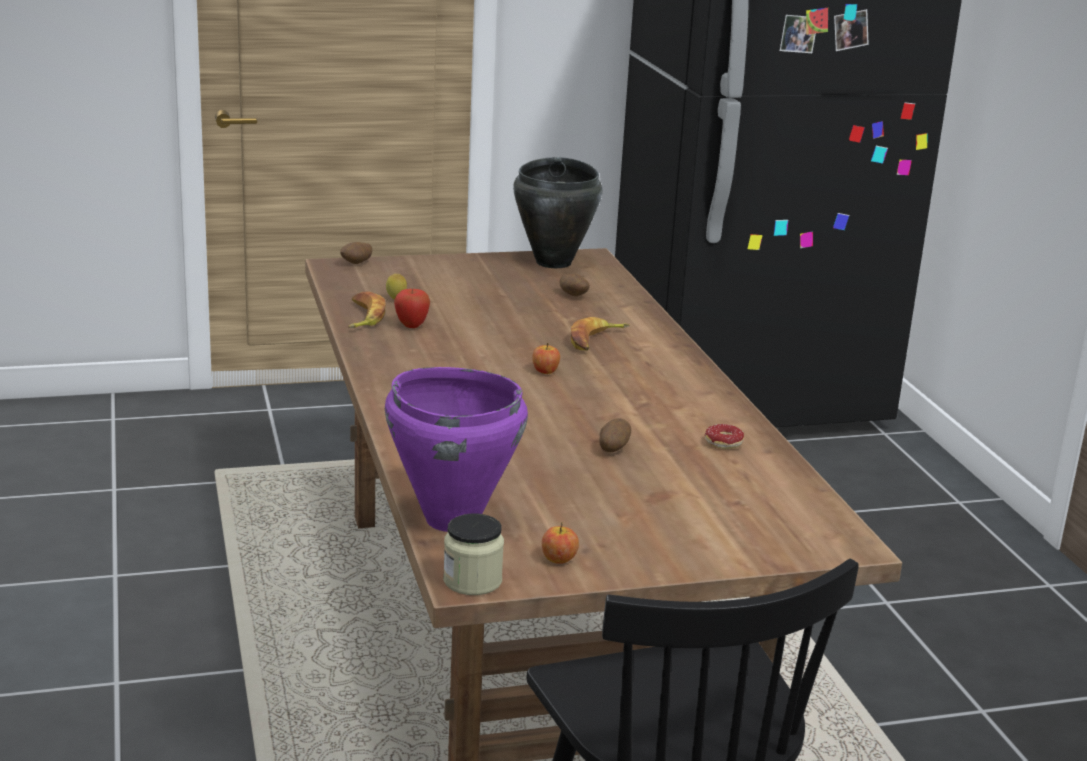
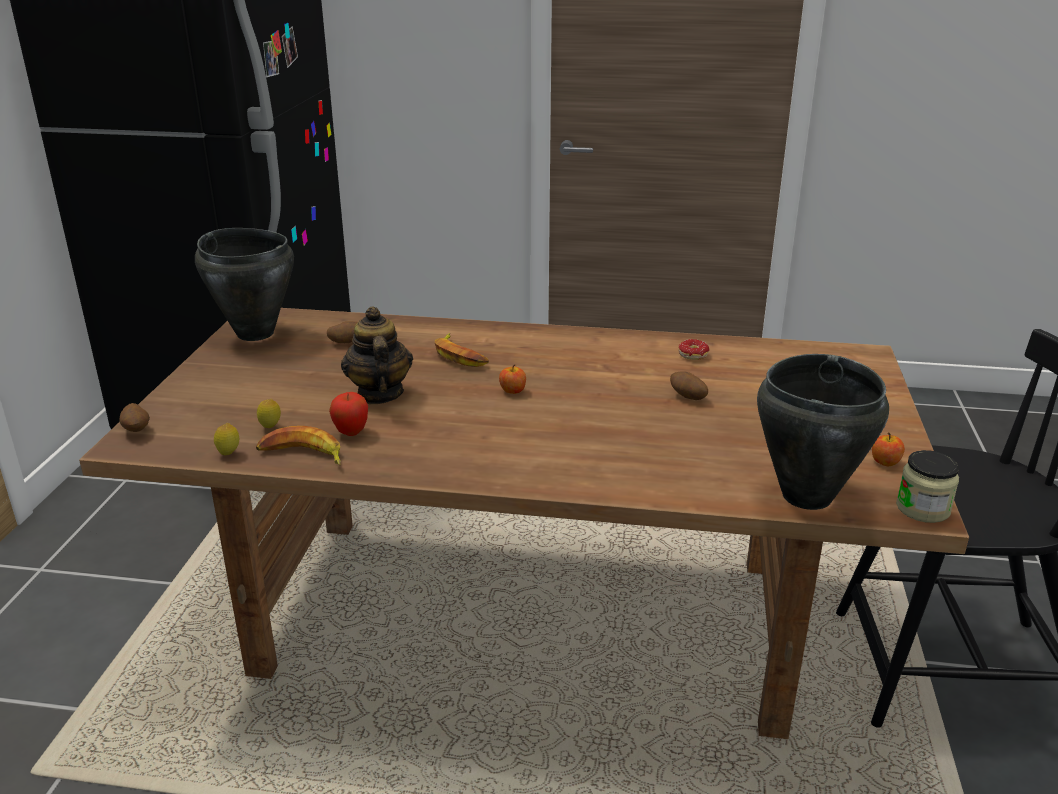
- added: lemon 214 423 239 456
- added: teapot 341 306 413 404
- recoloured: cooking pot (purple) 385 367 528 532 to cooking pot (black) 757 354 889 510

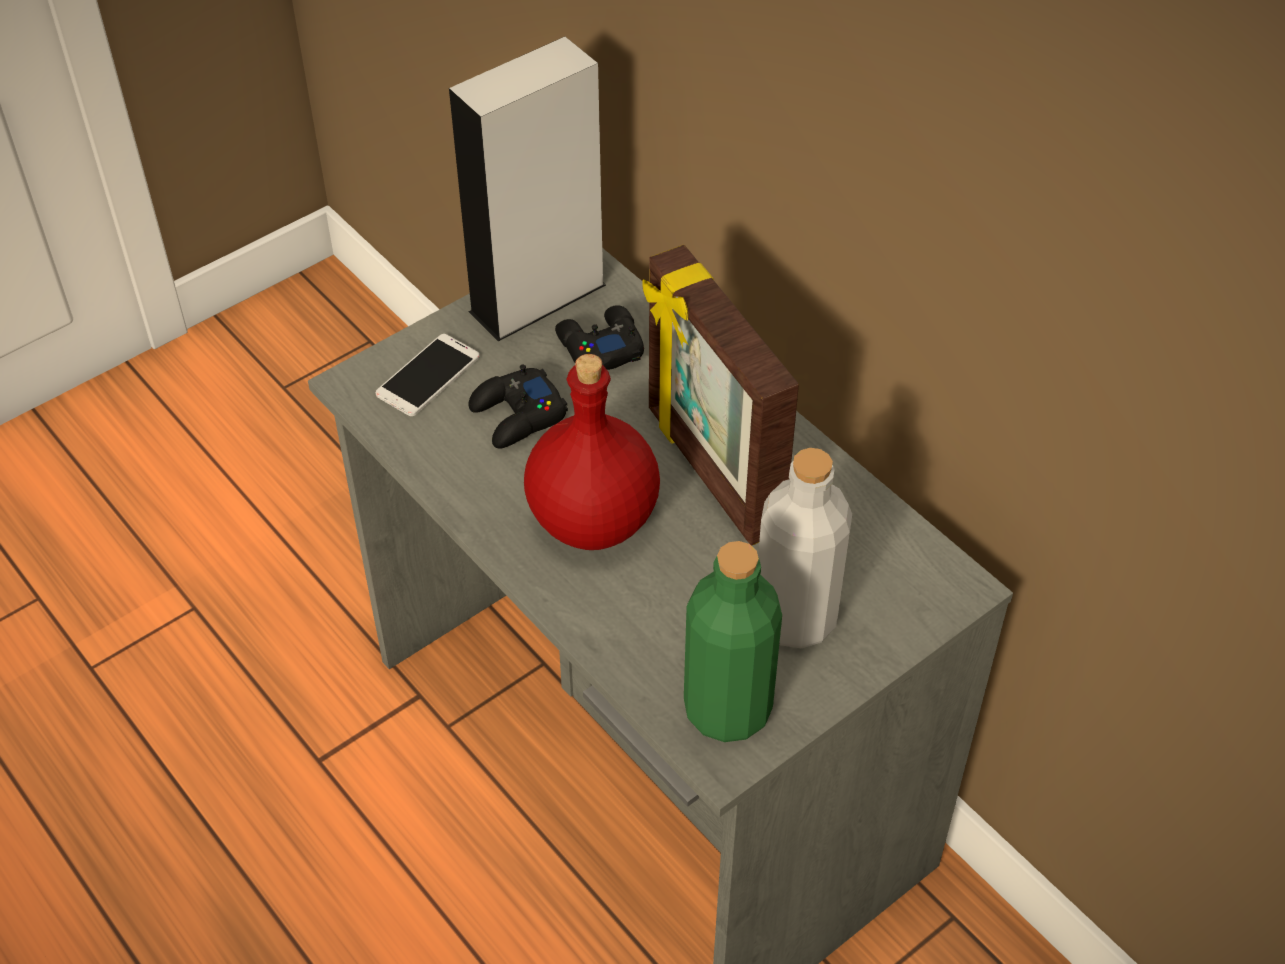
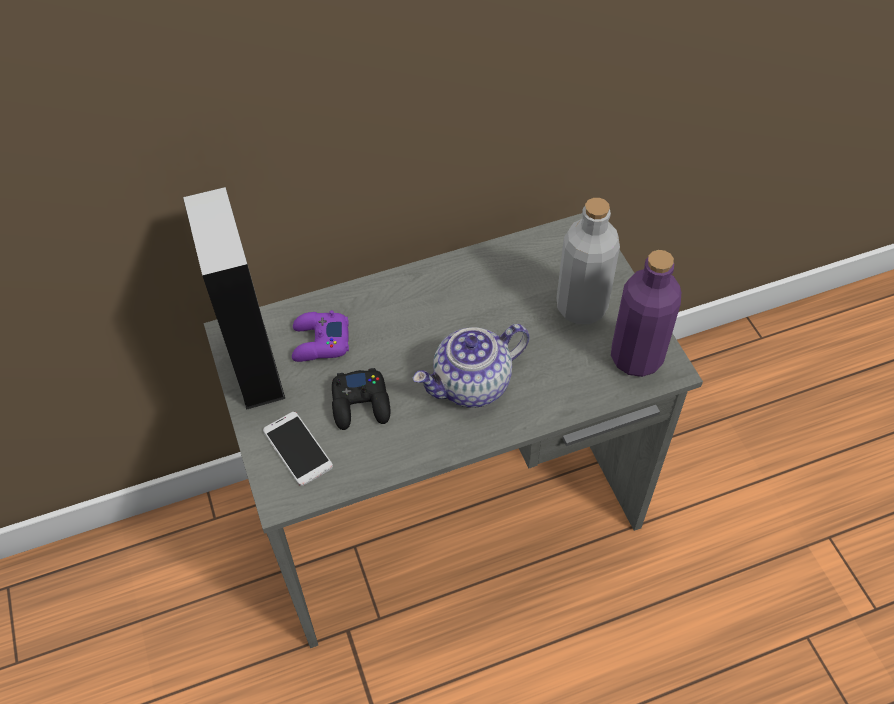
- recoloured: game controller (black) 555 305 644 370 to game controller (purple) 292 310 349 362
- replaced: bottle (red) 524 354 660 550 to teapot 412 324 530 408
- recoloured: bottle (green) 684 541 782 742 to bottle (purple) 611 250 681 377
- removed: picture frame 643 245 799 546

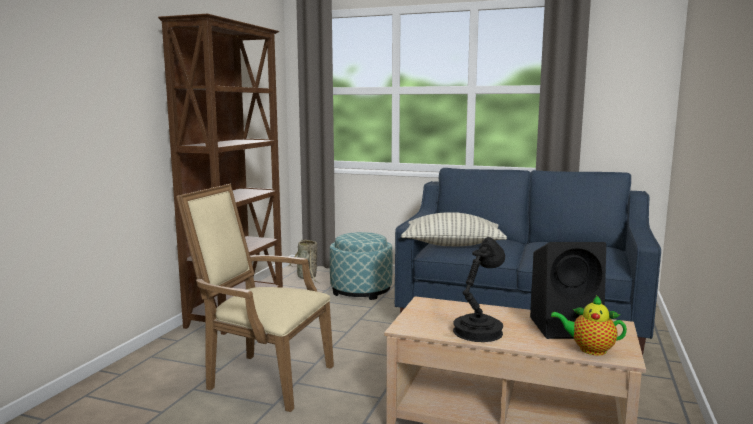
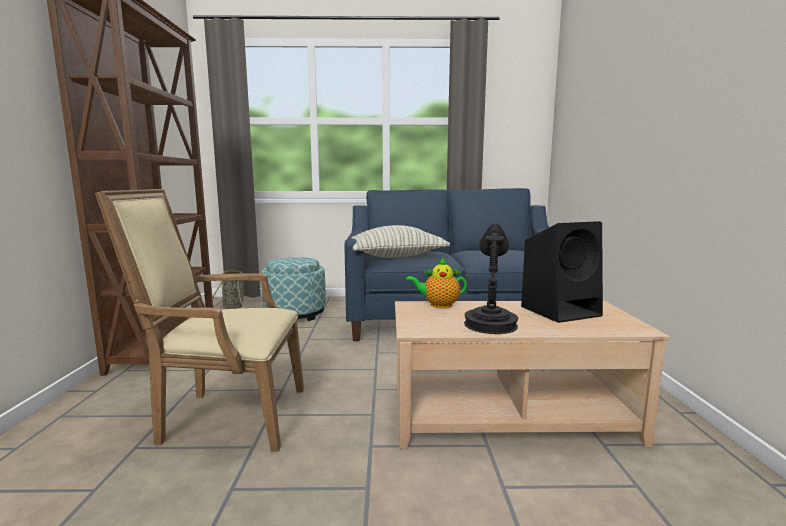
- moved: teapot 551 295 627 356 to 406 258 467 309

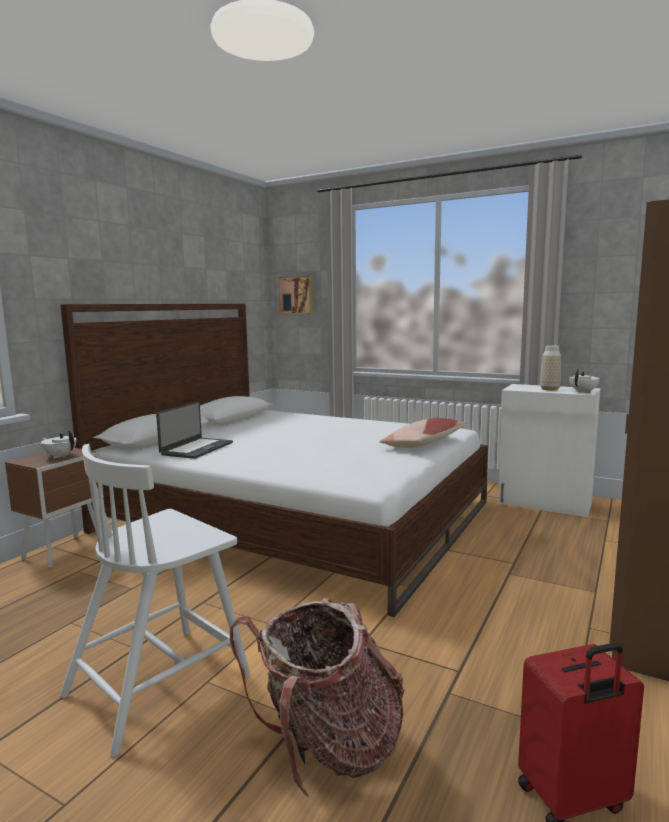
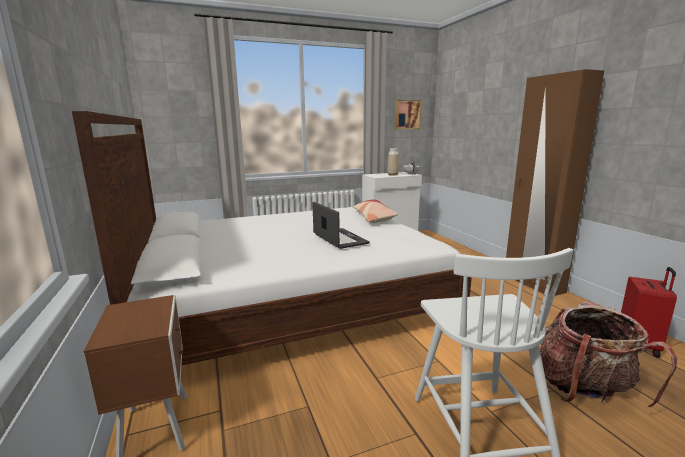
- moved: laptop 156 402 233 459 to 312 202 370 249
- moved: picture 278 275 313 315 to 394 100 422 130
- removed: teapot (white) 41 430 76 459

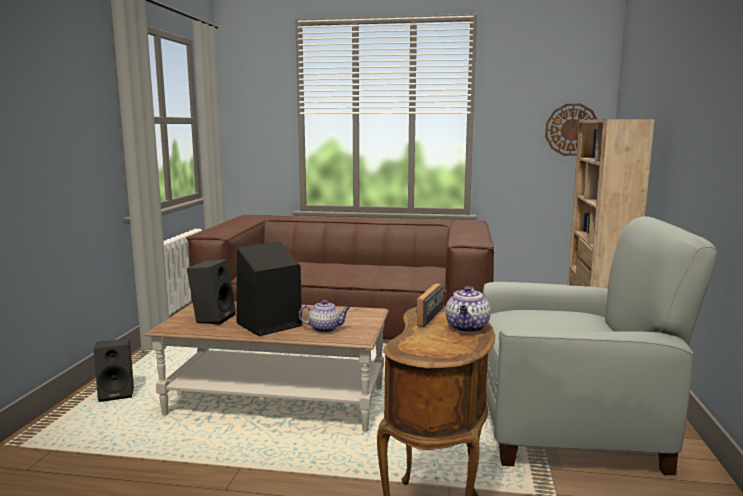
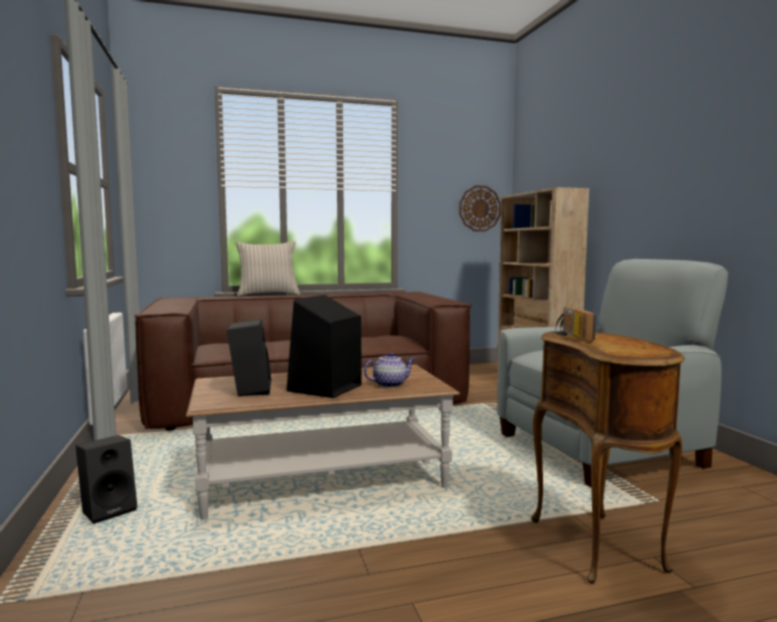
- added: pillow (beige) 235 241 300 296
- removed: teapot 445 286 491 333

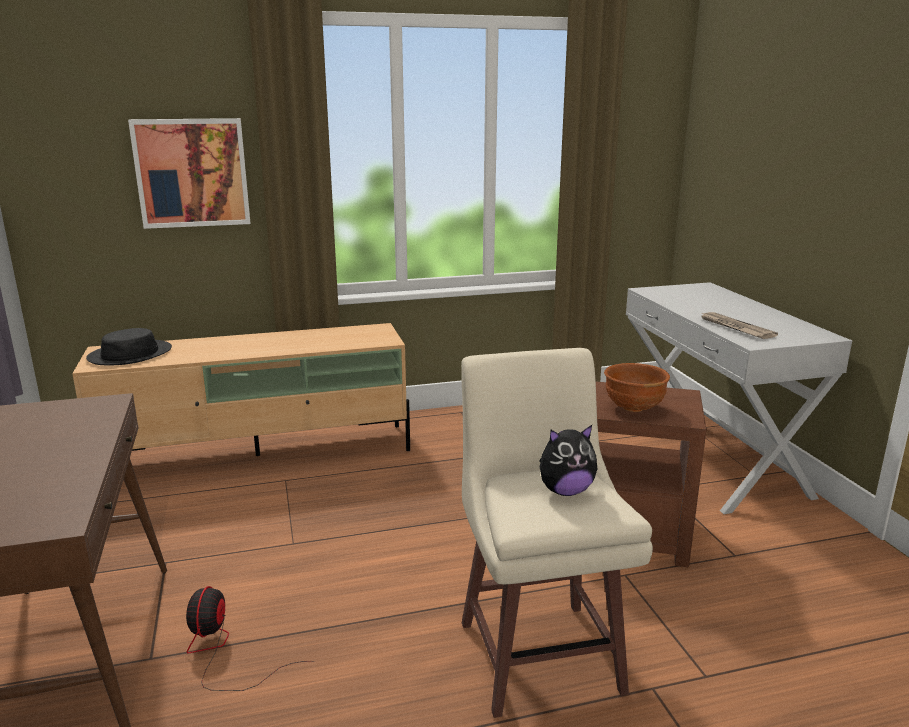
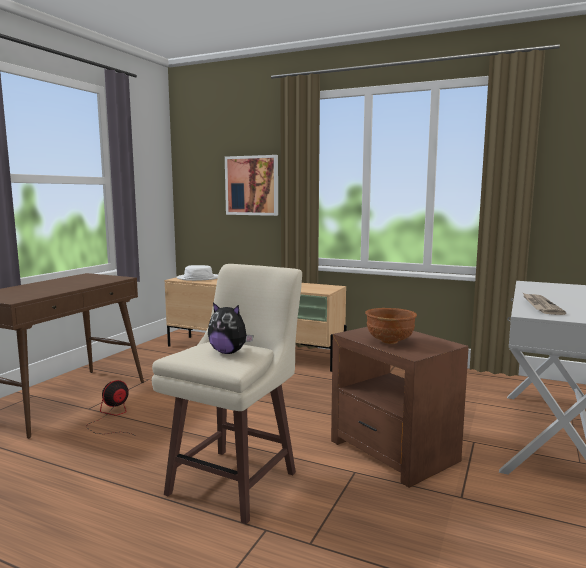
- recoloured: hat (black) 86 328 172 365 to hat (white) 176 265 218 281

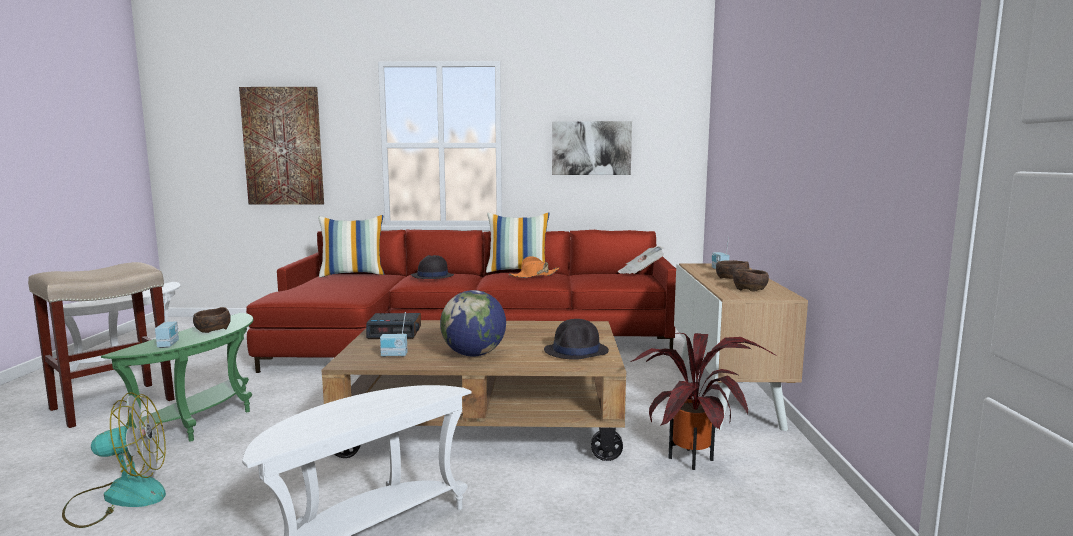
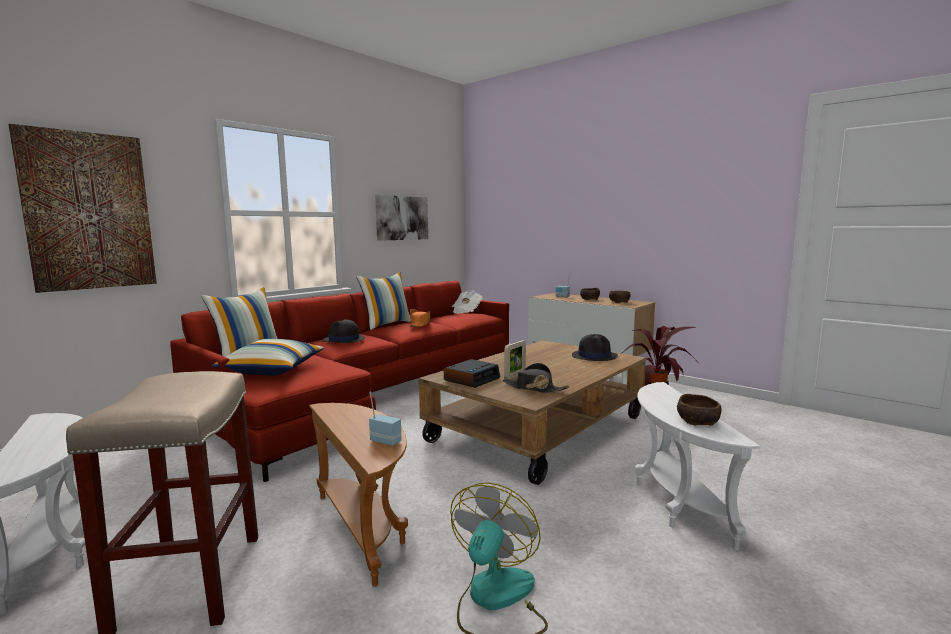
- added: pillow 212 339 324 375
- recoloured: side table (green) 101 313 253 441 to side table (brown) 309 403 408 587
- replaced: radio 380 312 408 357 to hat (black) 502 363 569 394
- added: picture frame 504 340 526 379
- moved: bowl (brown) 193 307 231 333 to 677 394 722 426
- removed: globe 440 290 506 356

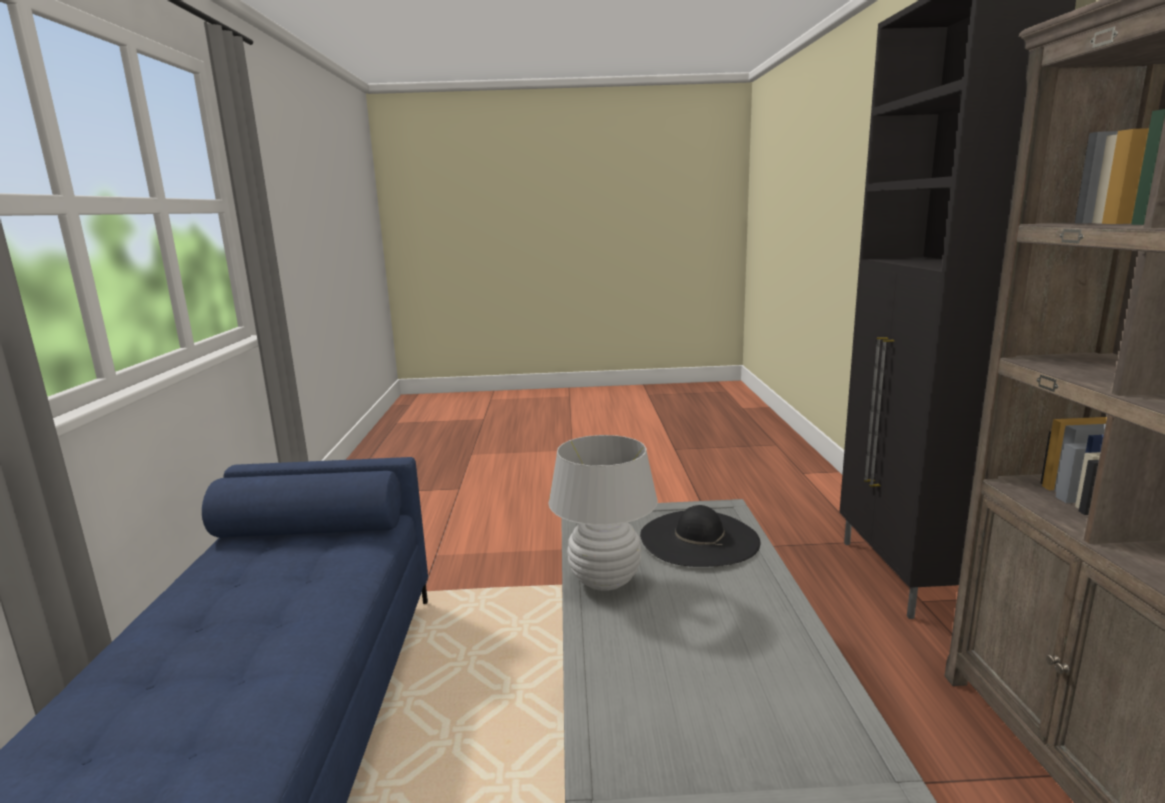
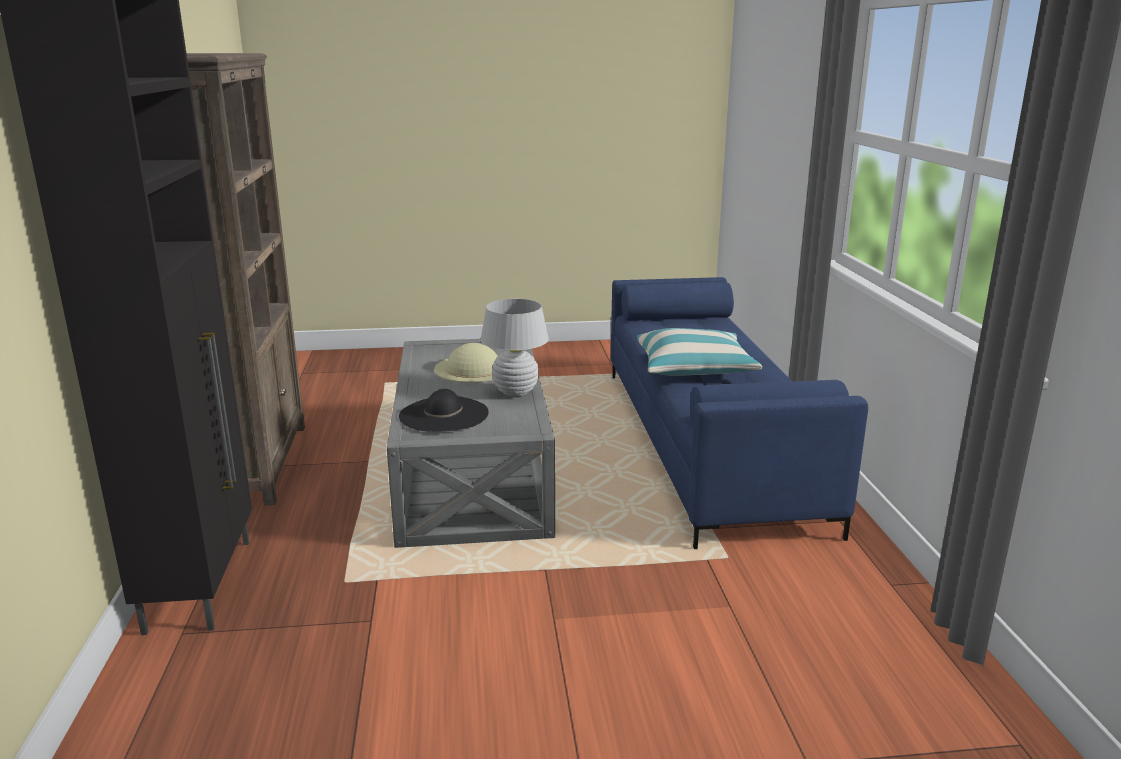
- added: hat (beige) 434 343 498 383
- added: pillow 637 328 762 376

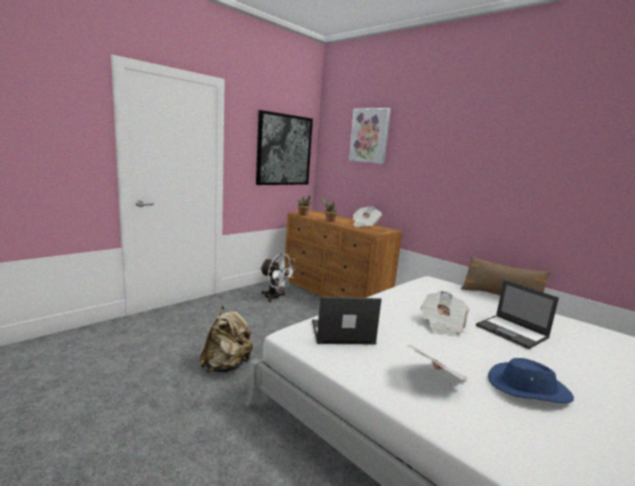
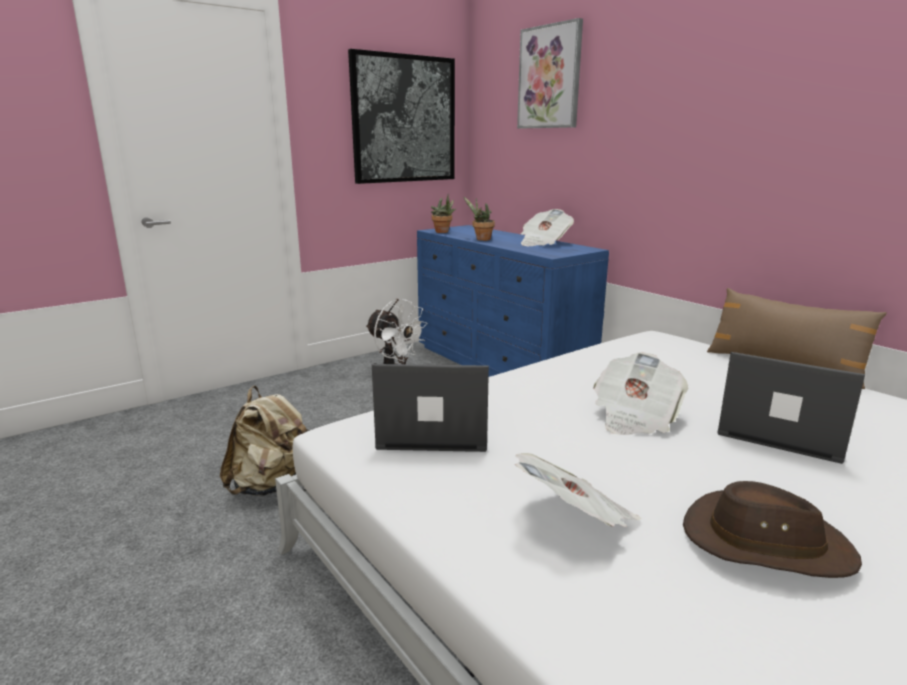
- recoloured: dresser (brown) 284 211 402 298 to dresser (blue) 417 225 609 377
- recoloured: hat (blue) 488 358 574 403 to hat (brown) 683 481 862 578
- turned: laptop 476 280 559 349 = 718 352 865 464 150 degrees clockwise

